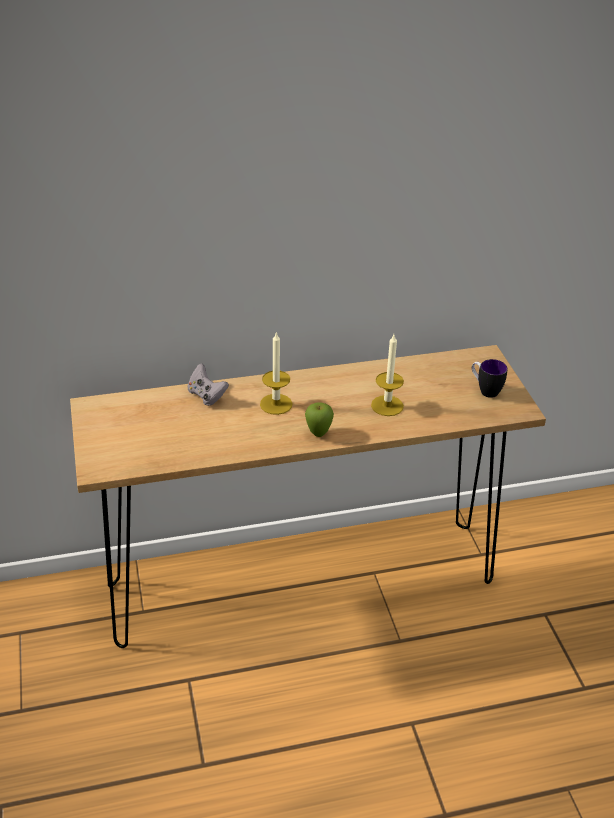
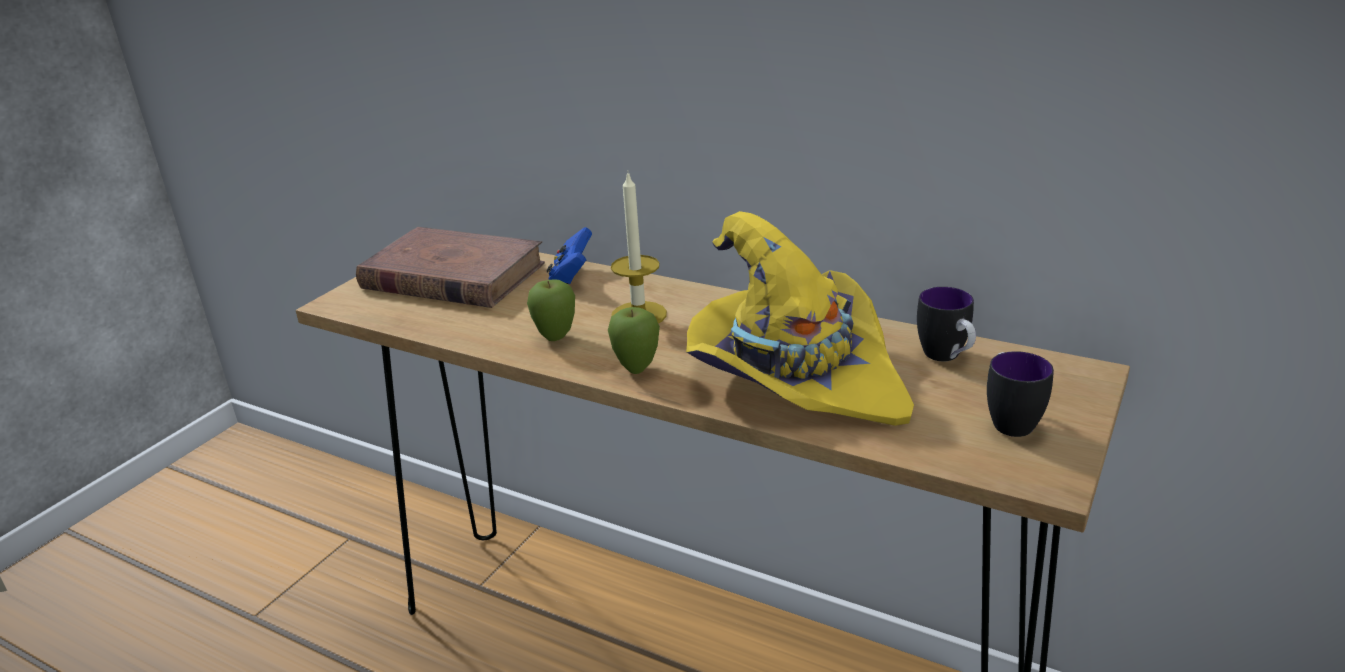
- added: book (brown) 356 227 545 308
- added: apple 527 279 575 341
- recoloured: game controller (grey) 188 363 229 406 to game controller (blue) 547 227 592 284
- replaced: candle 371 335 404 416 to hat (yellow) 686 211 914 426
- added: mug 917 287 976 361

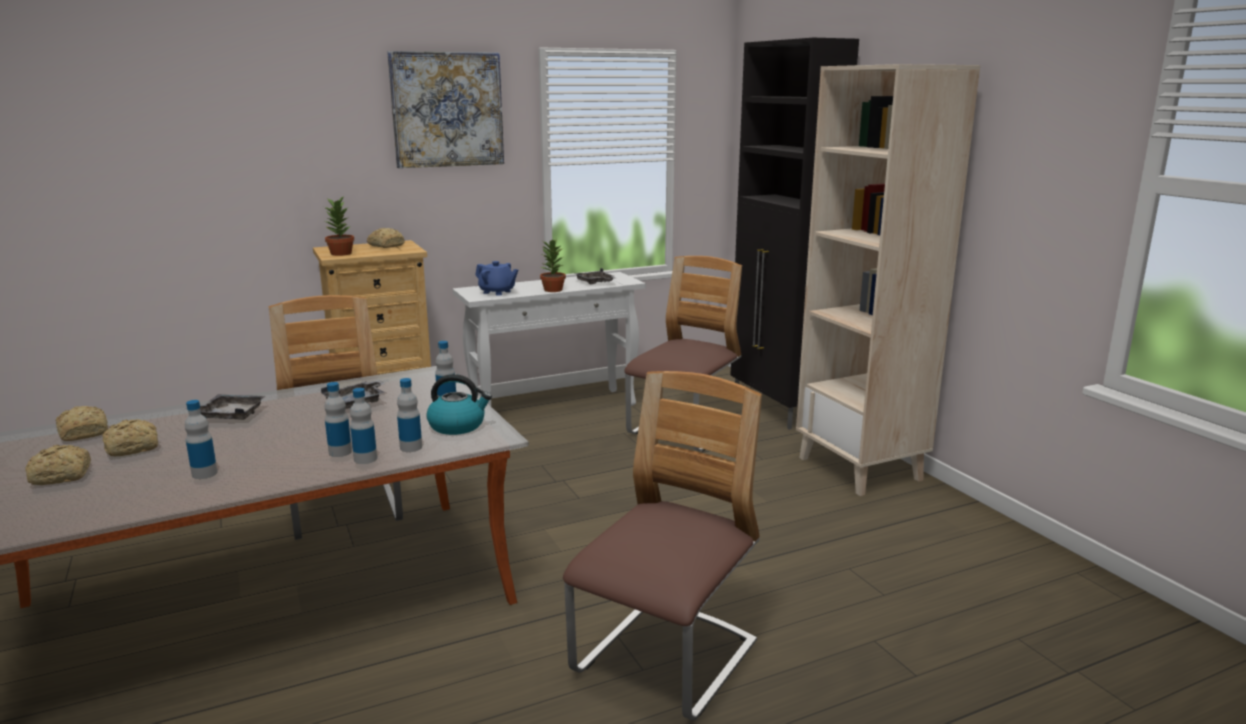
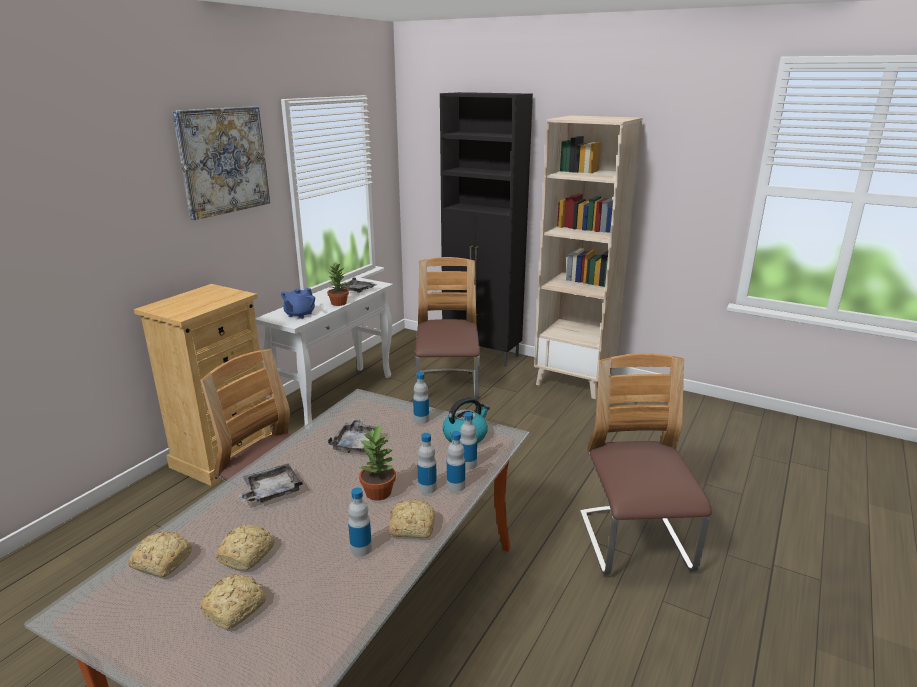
- turned: teapot (blue) 475 261 518 295 = 281 288 315 319 120 degrees clockwise
- moved: potted plant 324 195 354 256 to 359 423 396 500
- moved: bread 367 228 405 248 to 389 499 435 538

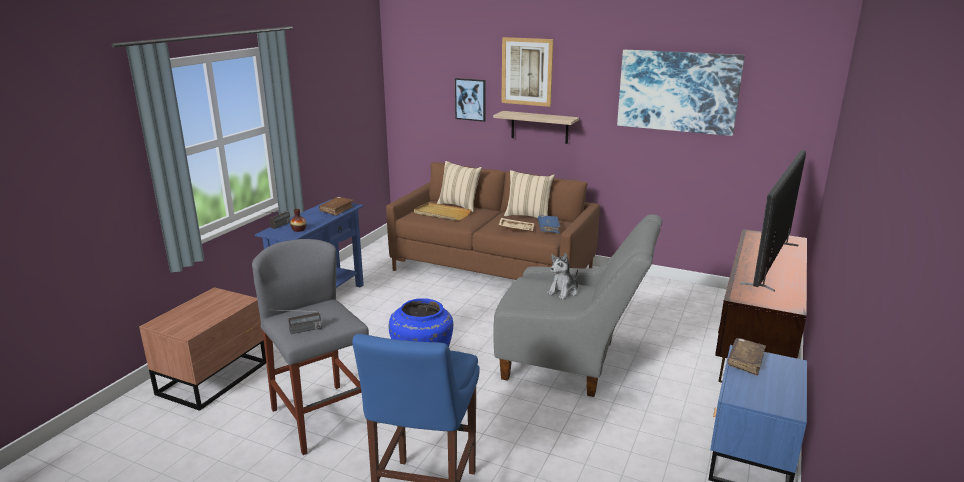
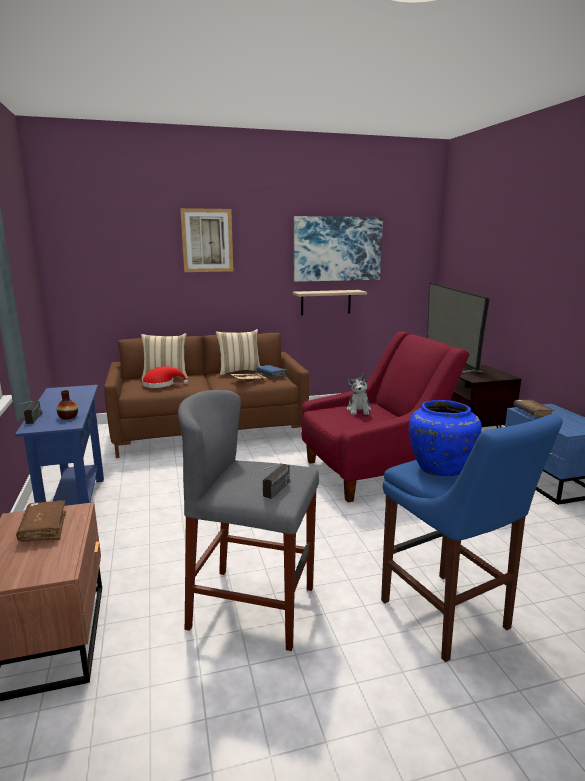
- moved: book (brown) 319 197 353 216 to 16 500 66 542
- replaced: tray (beige) 414 202 471 221 to hat (red) 142 366 188 388
- moved: shelf 493 111 579 144 to 293 290 367 315
- recoloured: armchair (grey) 493 214 663 397 to armchair (red) 301 331 469 502
- removed: picture 455 78 486 122

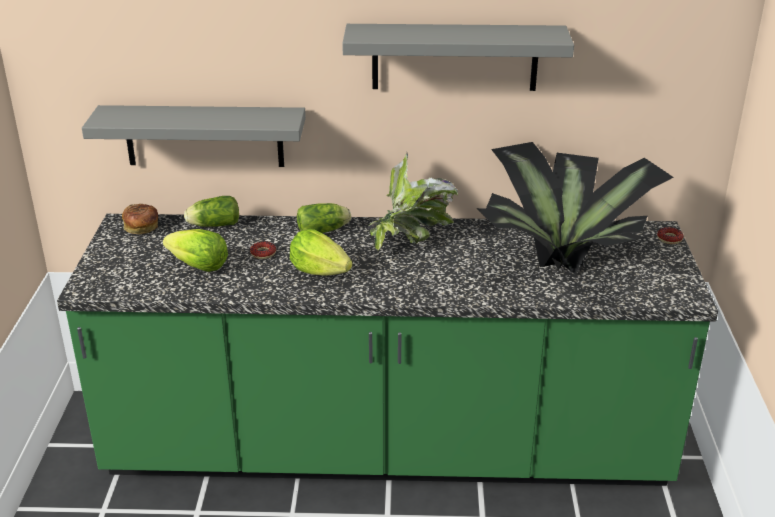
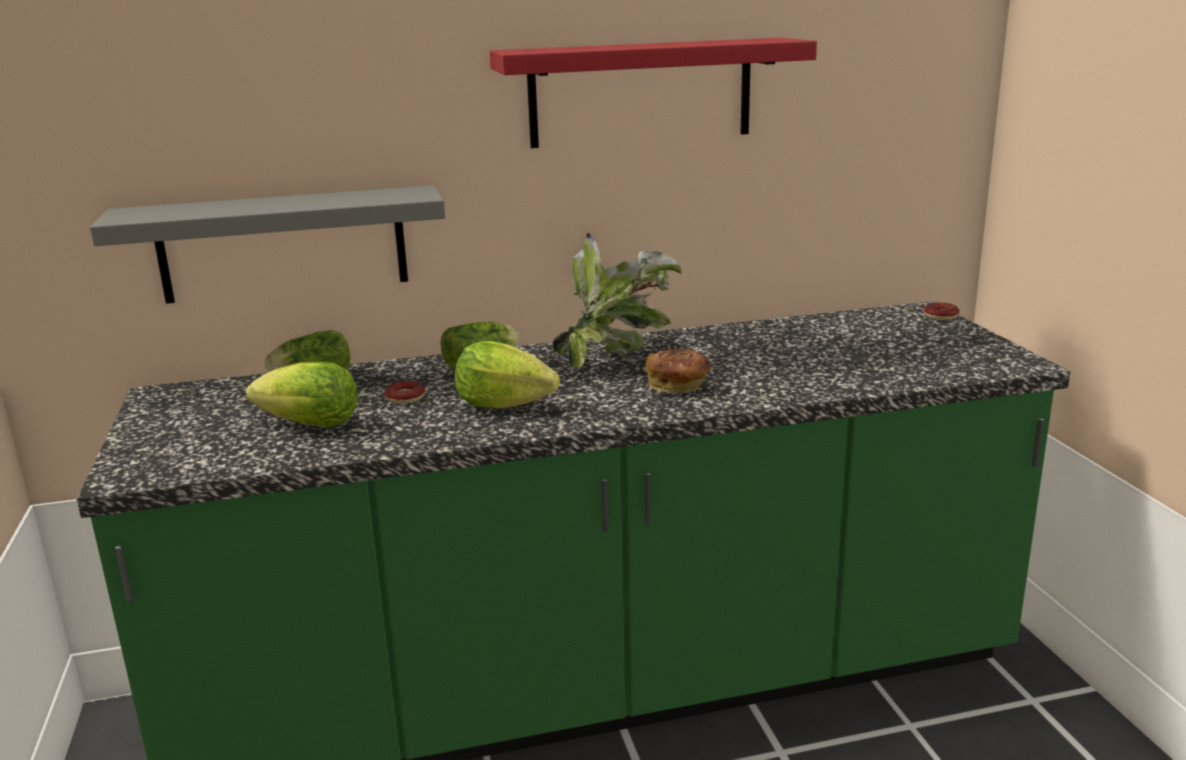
- recoloured: shelf (grey) 342 24 574 91 to shelf (red) 490 38 817 148
- moved: bread 122 204 158 234 to 645 349 710 393
- removed: potted plant 476 142 674 274

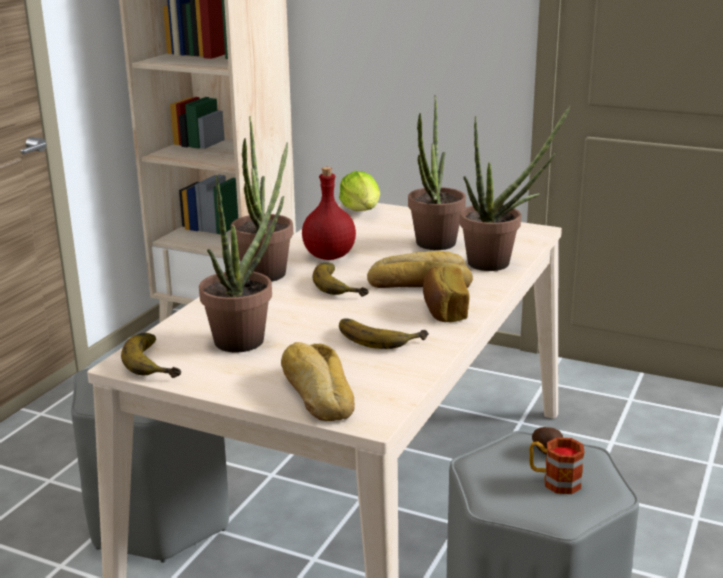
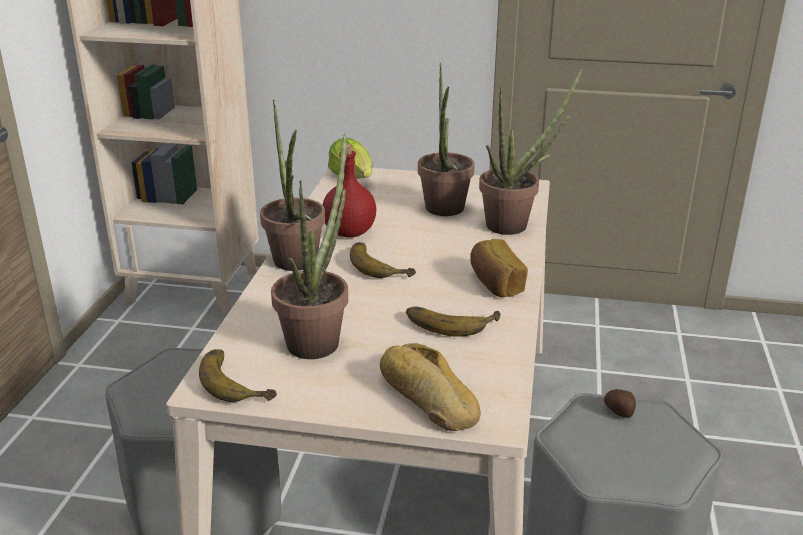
- removed: bread 367 251 473 288
- removed: mug 529 437 585 494

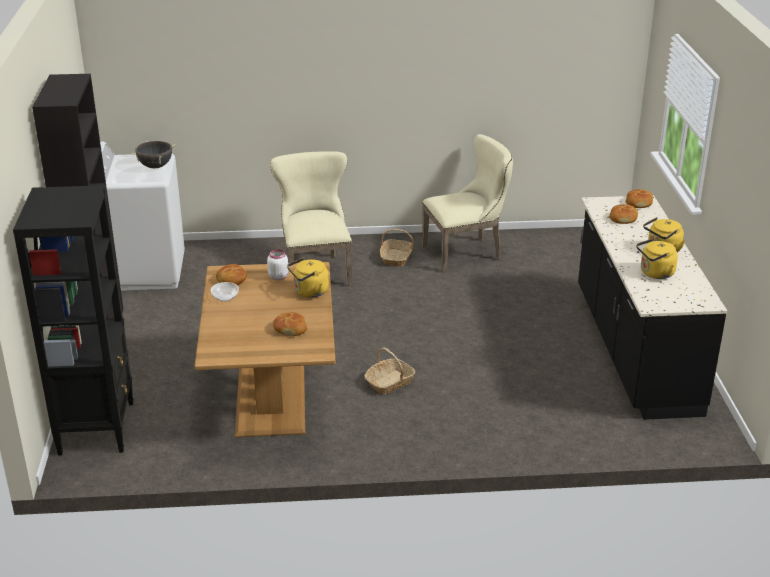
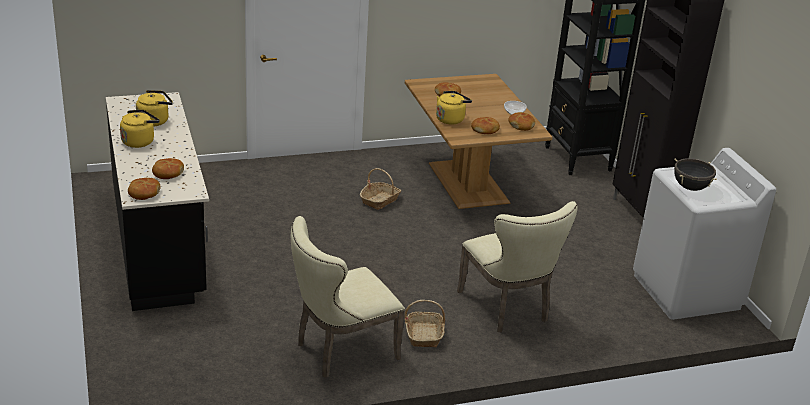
- replaced: jar (white) 267 249 289 280 to bread 471 117 500 134

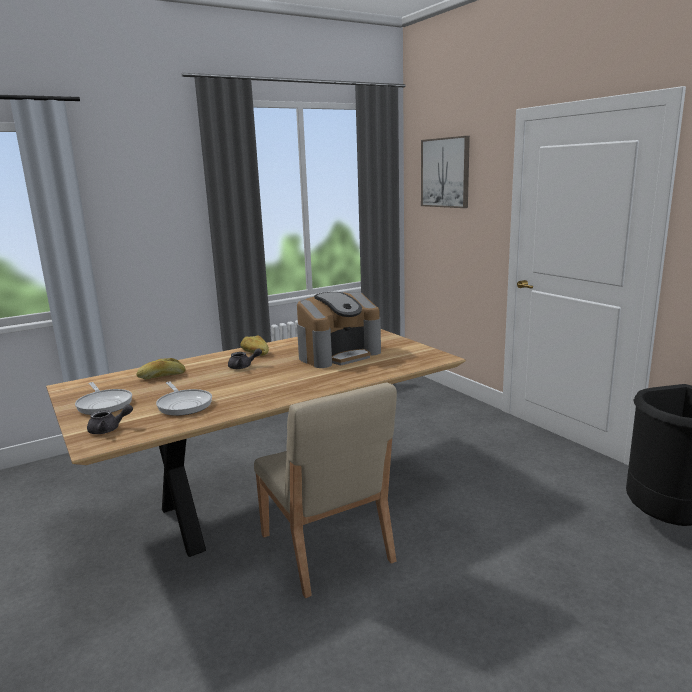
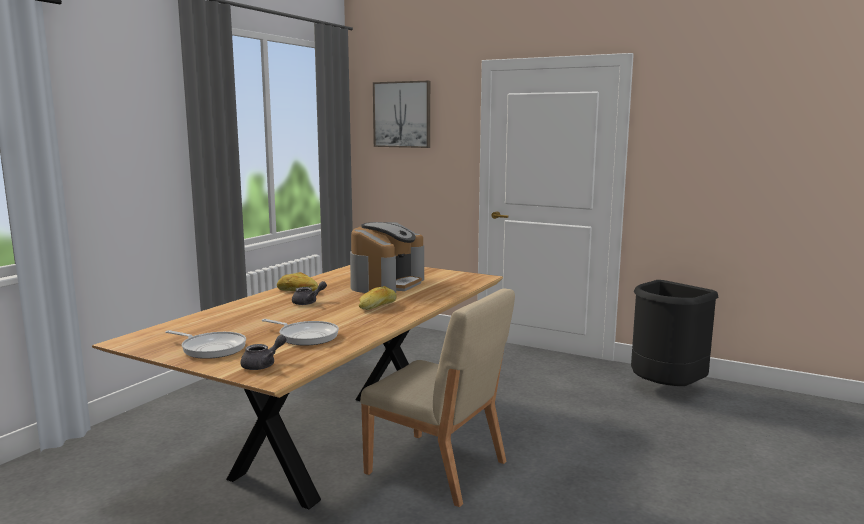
- moved: bread 136 358 185 380 to 359 286 397 310

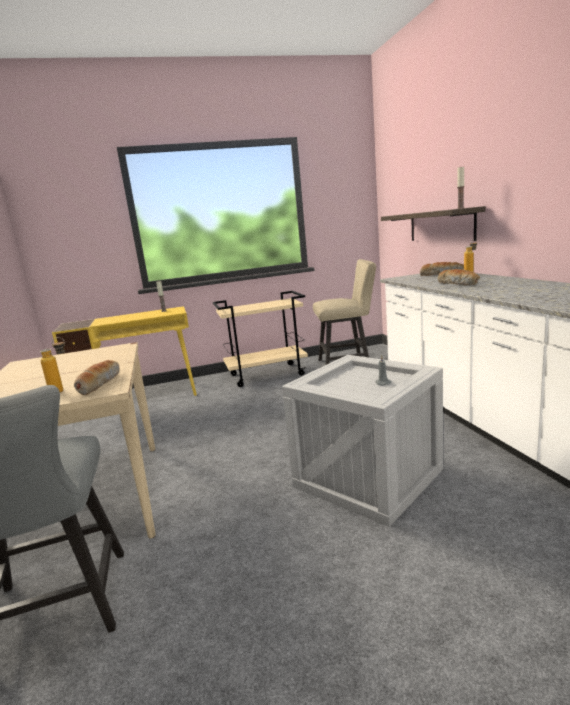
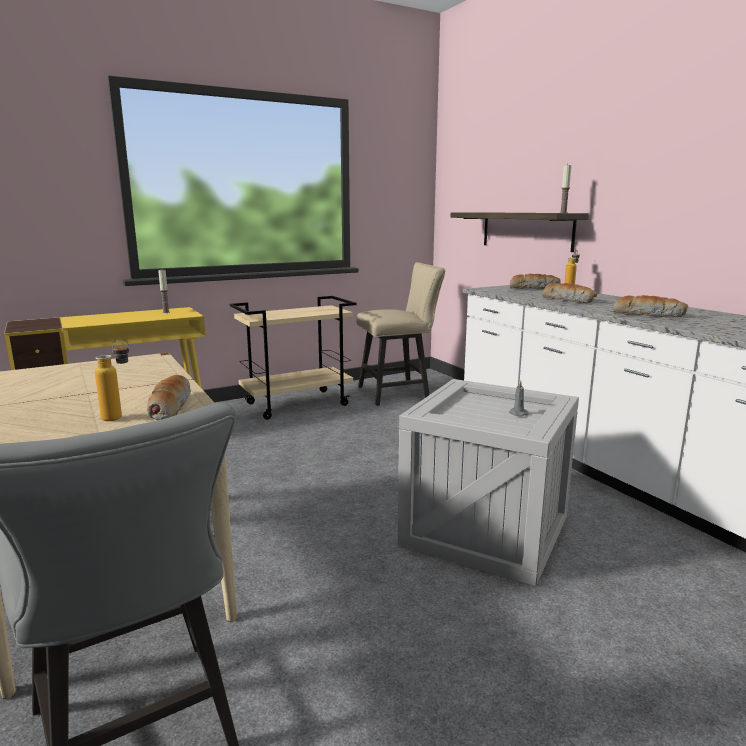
- added: bread 613 295 688 317

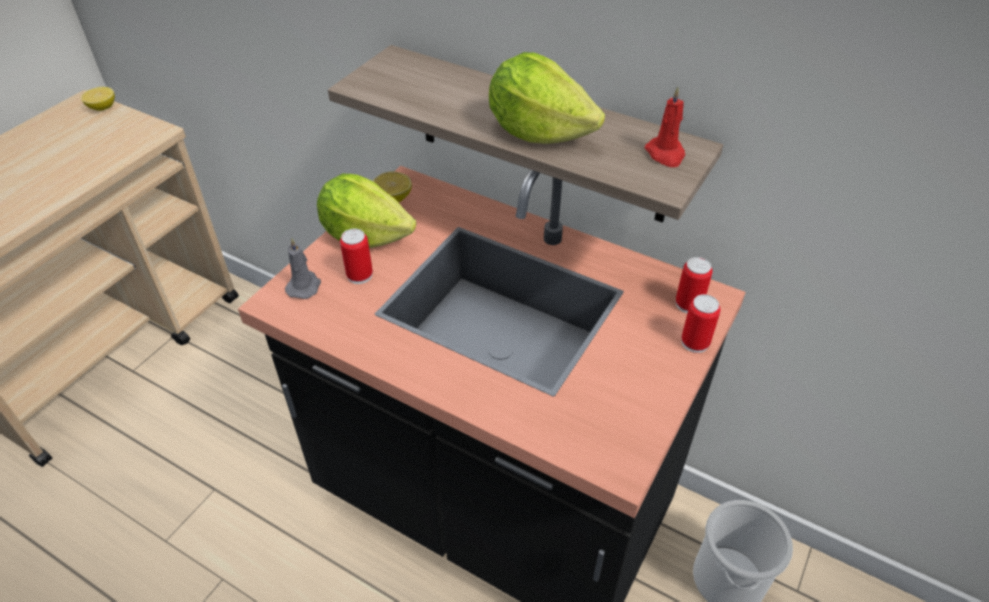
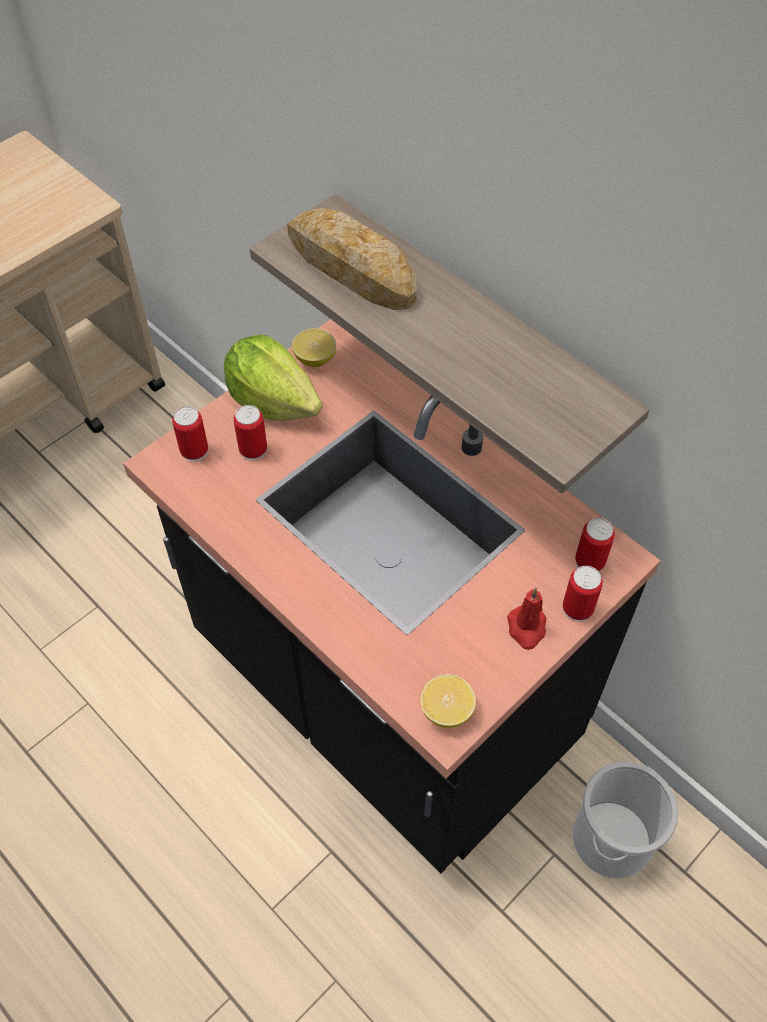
- replaced: candle (grey) 285 238 321 299 to can 172 406 208 462
- added: bread 287 208 417 310
- moved: lemon 81 87 115 111 to 420 674 476 728
- moved: candle (red) 645 87 685 167 to 507 588 547 650
- removed: lettuce 489 52 605 144

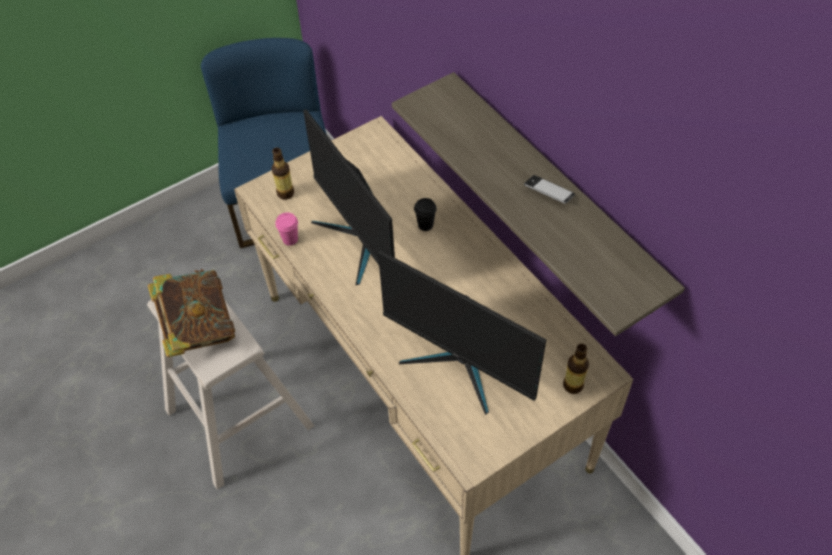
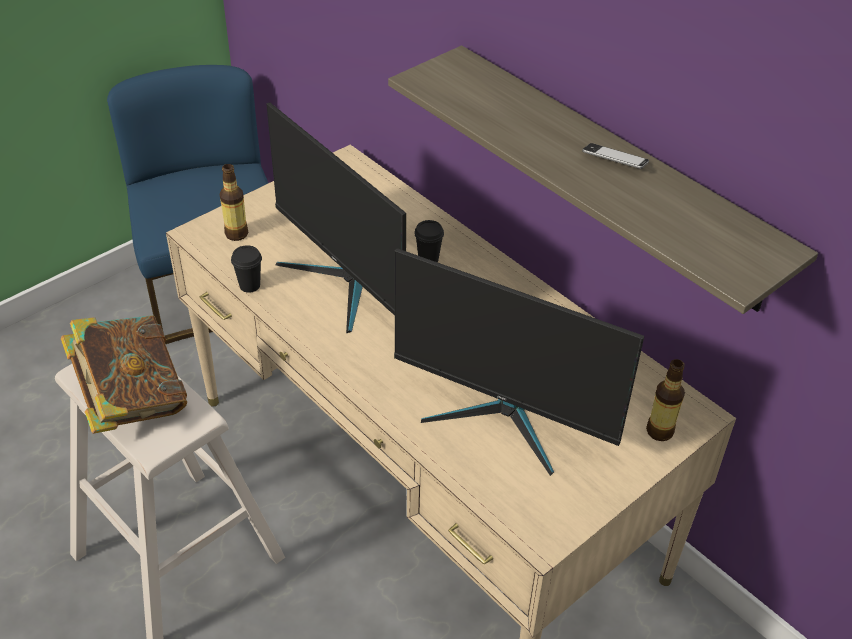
- recoloured: cup (pink) 275 212 298 246 to cup (black) 231 245 262 293

